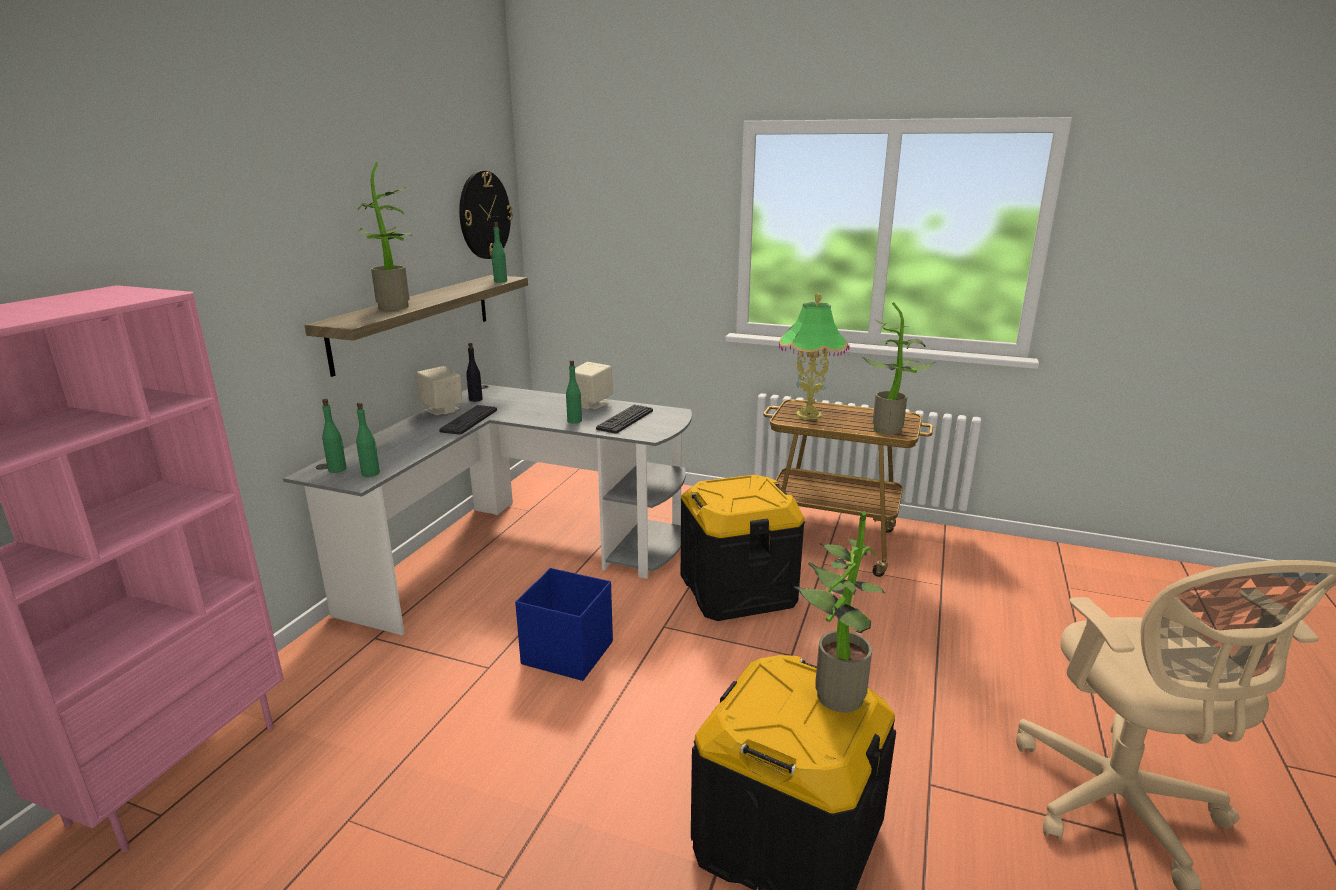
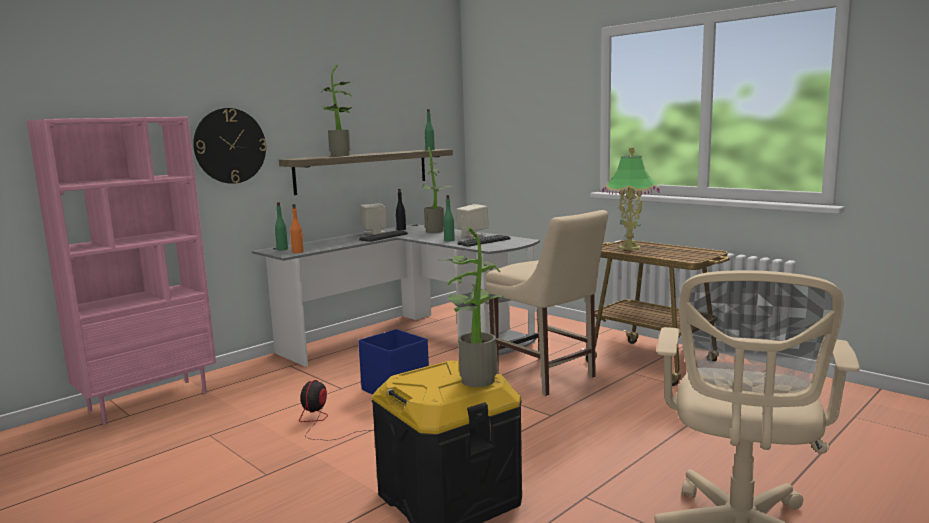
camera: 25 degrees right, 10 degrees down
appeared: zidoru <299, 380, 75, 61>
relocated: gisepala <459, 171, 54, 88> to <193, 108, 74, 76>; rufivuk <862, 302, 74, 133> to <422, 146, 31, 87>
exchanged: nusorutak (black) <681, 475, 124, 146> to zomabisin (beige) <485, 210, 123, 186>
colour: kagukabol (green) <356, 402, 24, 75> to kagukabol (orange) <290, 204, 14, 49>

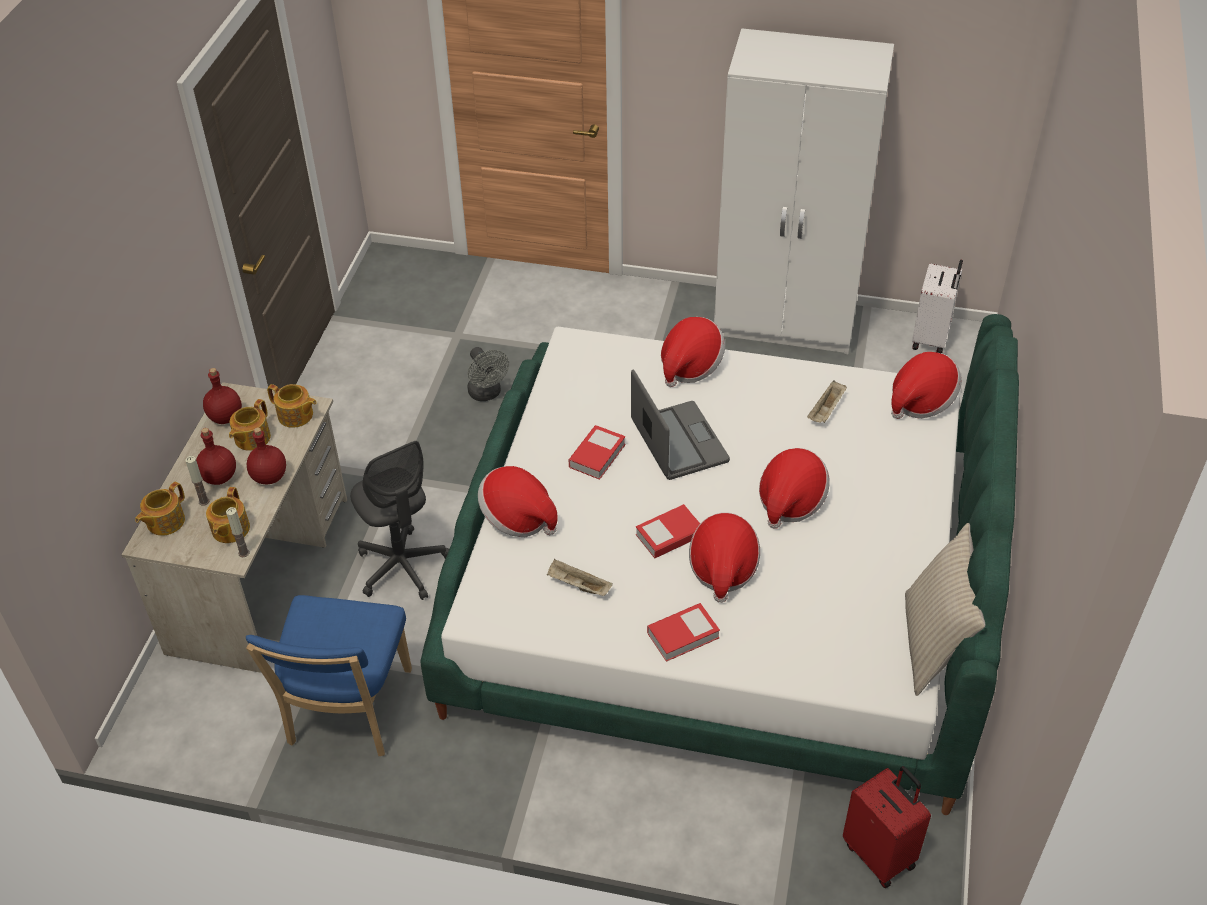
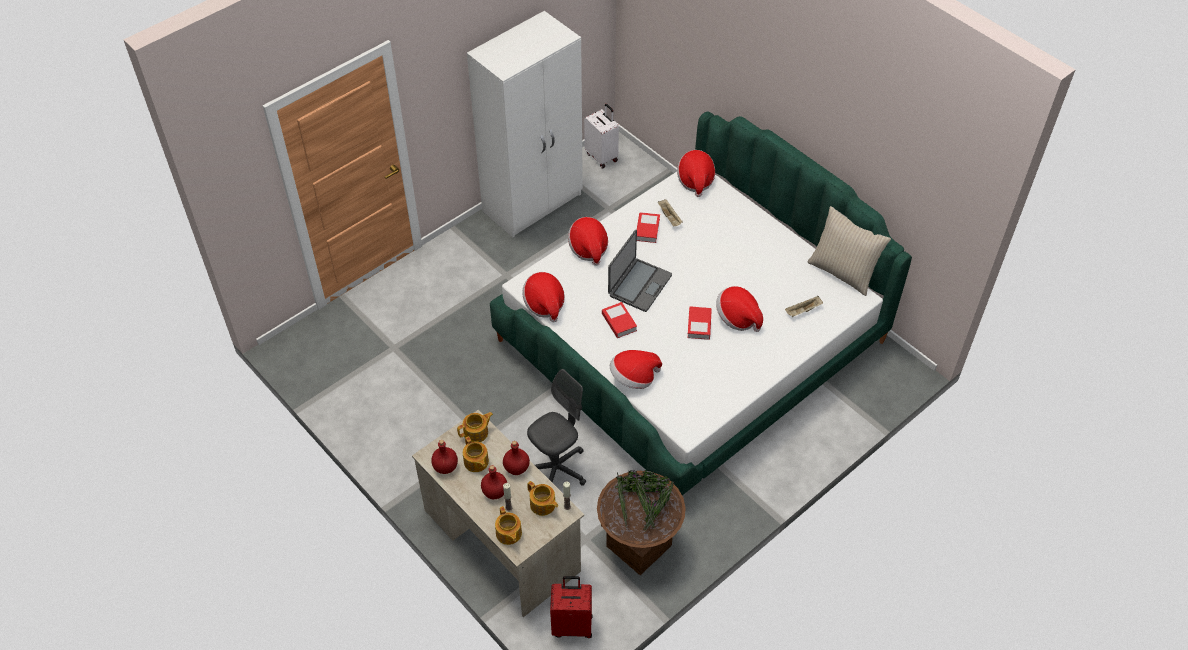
camera: 55 degrees left, 5 degrees up
missing: zidoru (grey) <467, 347, 42, 54>
relocated: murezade <759, 448, 71, 81> to <522, 272, 43, 50>; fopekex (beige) <547, 559, 66, 37> to <785, 296, 38, 21>; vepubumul <647, 603, 73, 59> to <637, 212, 23, 31>; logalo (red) <843, 766, 88, 122> to <550, 576, 43, 62>
exchanged: zomabisin (blue) <246, 595, 166, 161> to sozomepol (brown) <597, 470, 89, 105>
spun: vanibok <631, 369, 99, 111> = <608, 230, 64, 82> 105 degrees clockwise; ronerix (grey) <350, 441, 99, 159> = <527, 369, 59, 117> 45 degrees counterclockwise

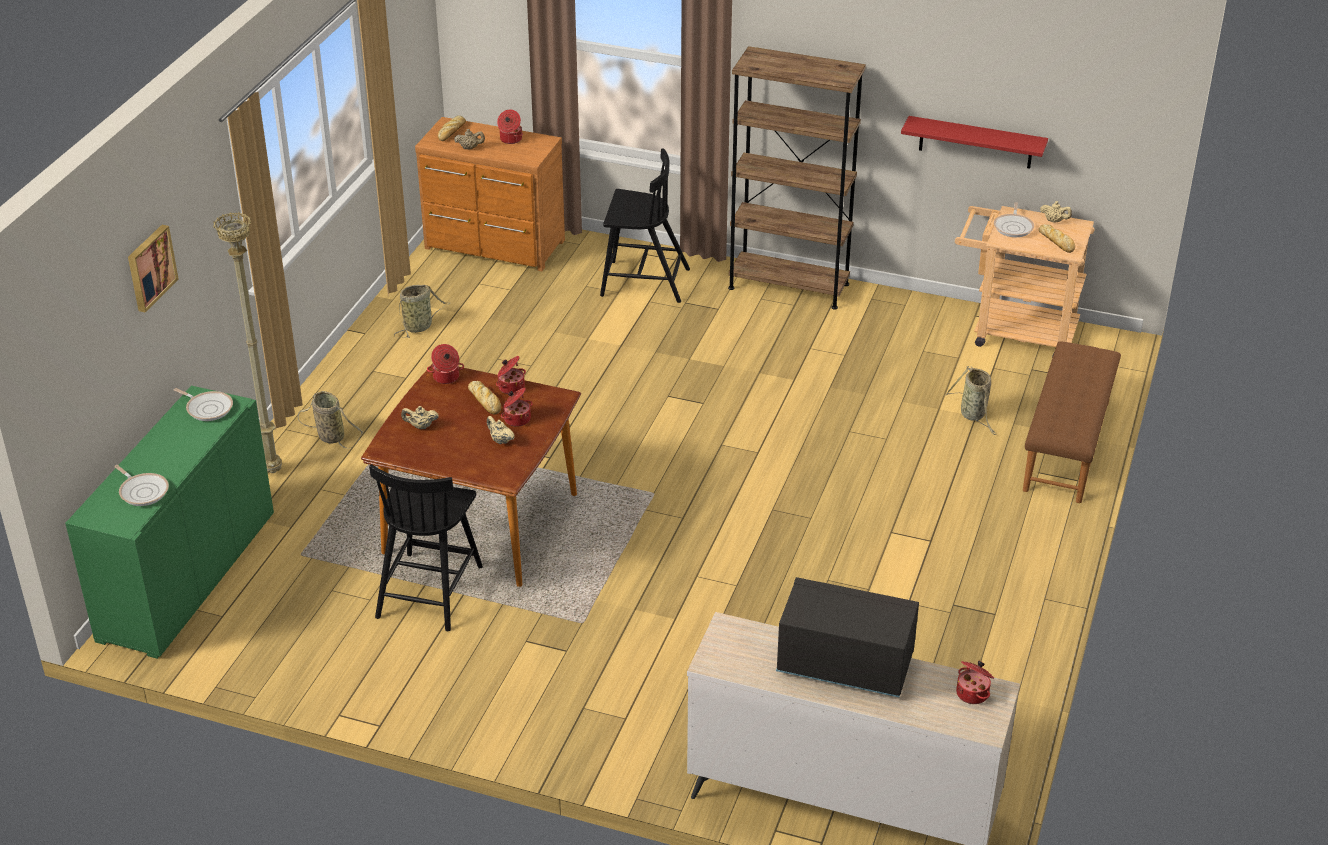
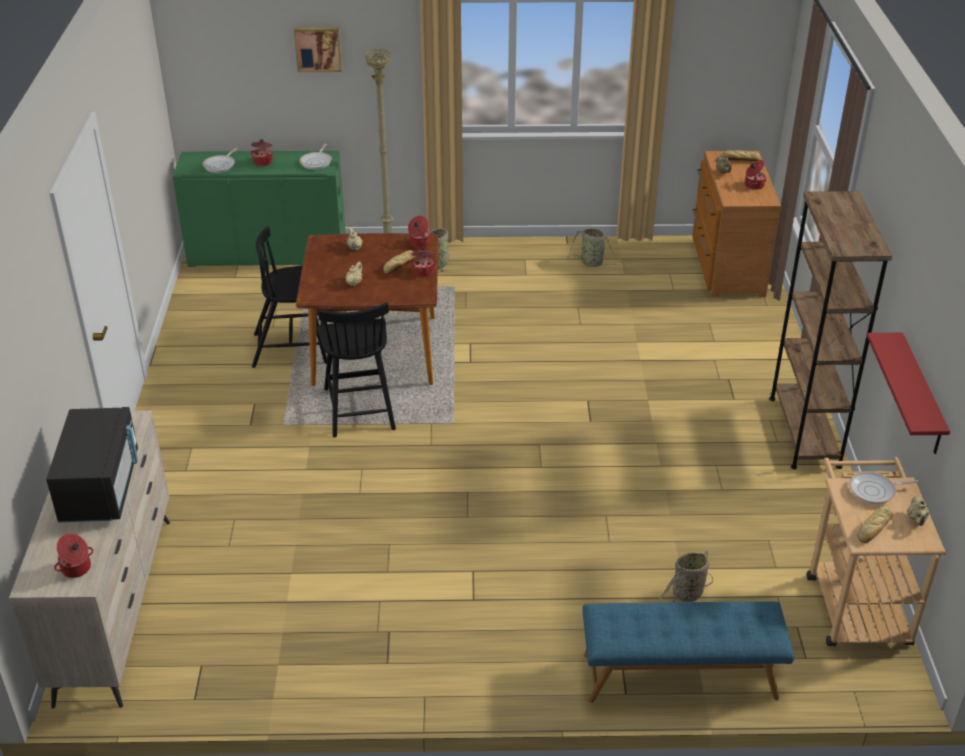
camera: 70 degrees right, 0 degrees up
relocated: zomabisin (black) <600, 149, 90, 154> to <317, 302, 79, 136>; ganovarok <501, 387, 32, 40> to <250, 139, 24, 27>
colour: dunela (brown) <1023, 341, 98, 162> to dunela (blue) <582, 601, 212, 102>

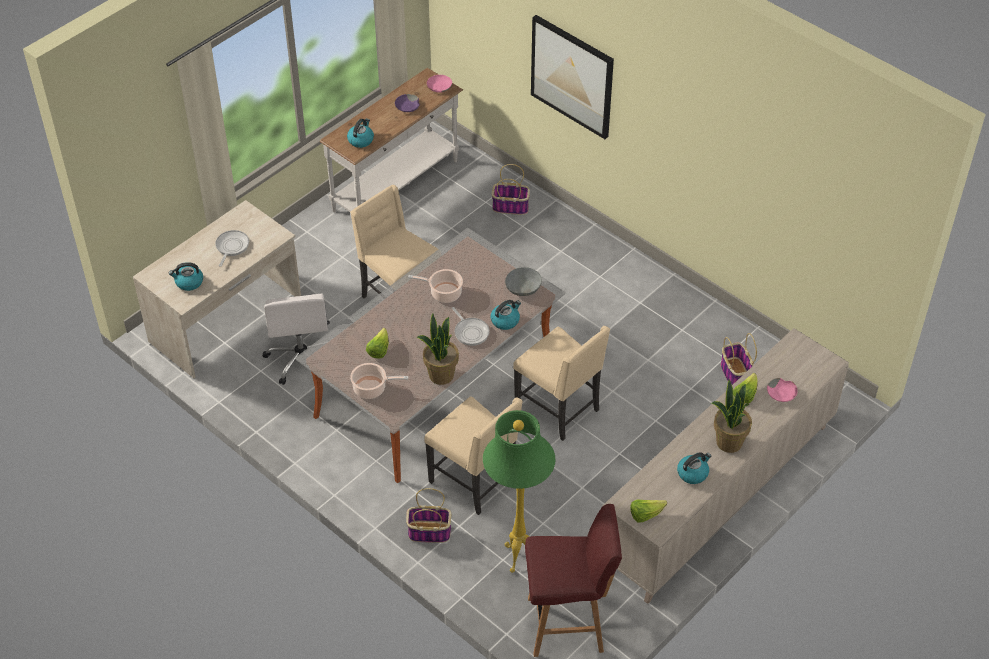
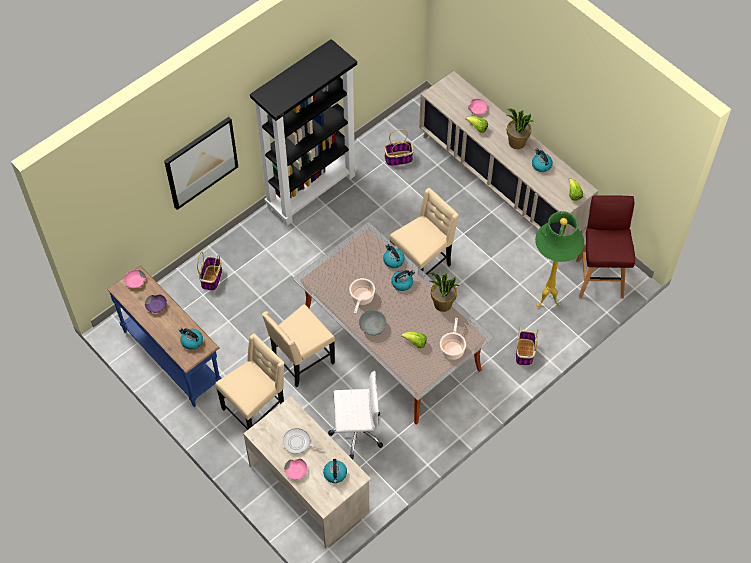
camera: 85 degrees left, 10 degrees up
appeared: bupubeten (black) <250, 39, 107, 187>; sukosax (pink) <284, 458, 24, 22>
relocated: sukosax (grey) <505, 267, 37, 29> to <359, 310, 27, 25>; zomabisin (beige) <425, 396, 98, 119> to <215, 333, 69, 97>
exchanged: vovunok <452, 307, 38, 39> to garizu <391, 270, 24, 21>
colour: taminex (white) <320, 68, 143, 144> to taminex (blue) <107, 265, 114, 142>

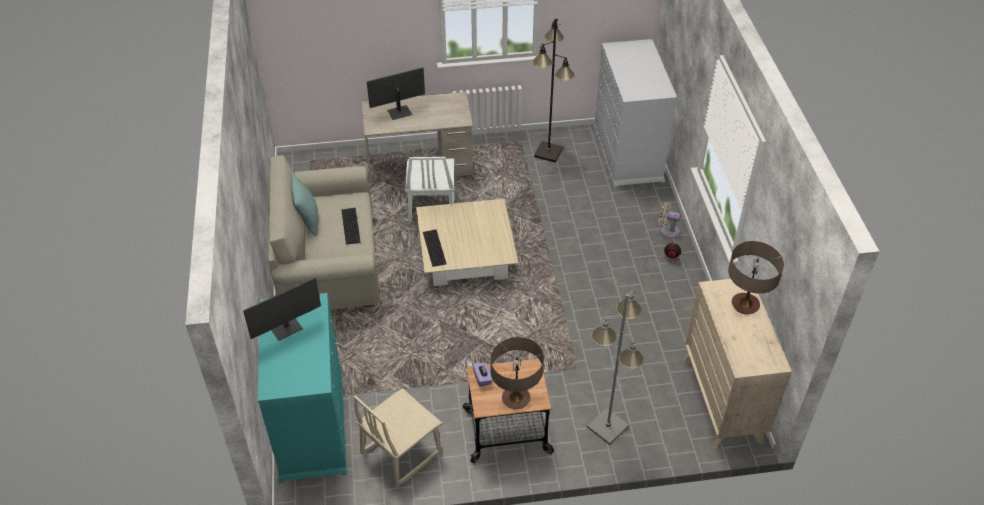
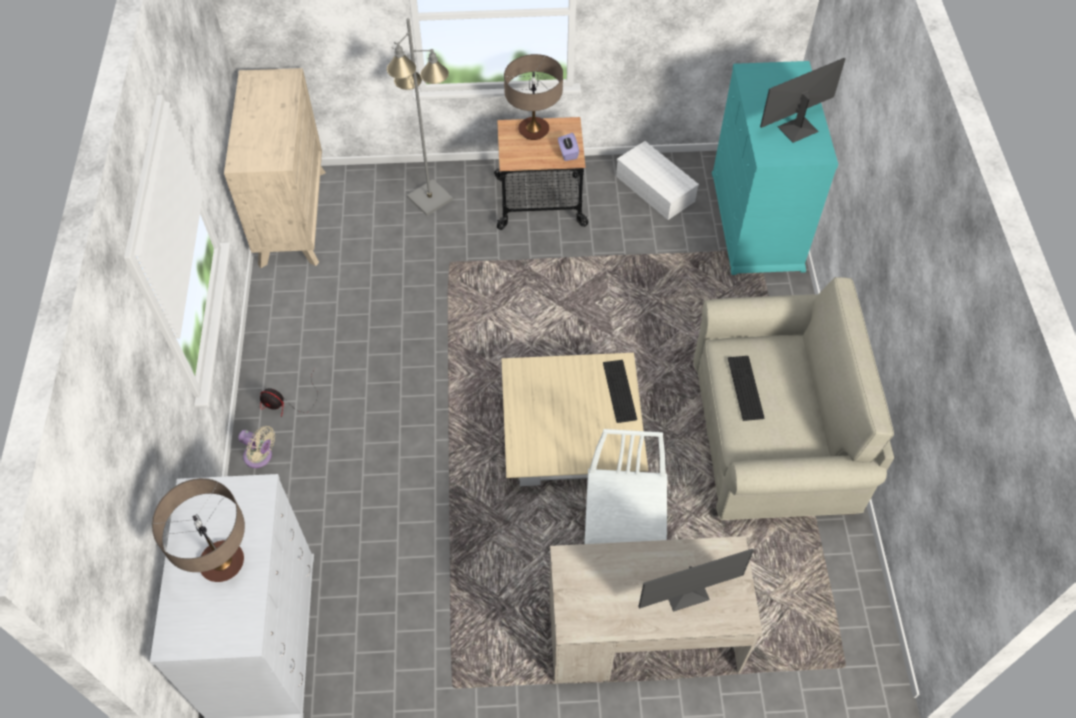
camera: 175 degrees left, 10 degrees up
missing: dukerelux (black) <533, 19, 41, 144>; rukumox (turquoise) <291, 172, 28, 65>
relocated: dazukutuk <728, 241, 56, 74> to <152, 478, 93, 104>
exchanged: zomabisin (beige) <354, 388, 88, 99> to nusorutak (white) <616, 141, 83, 79>

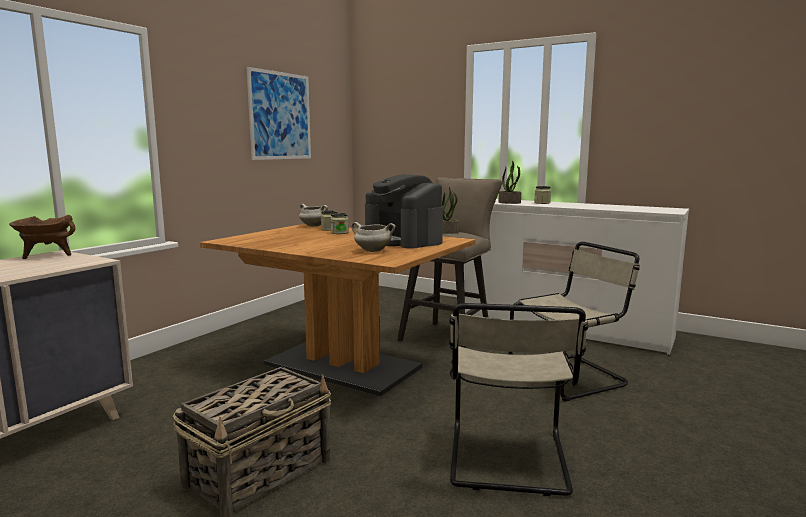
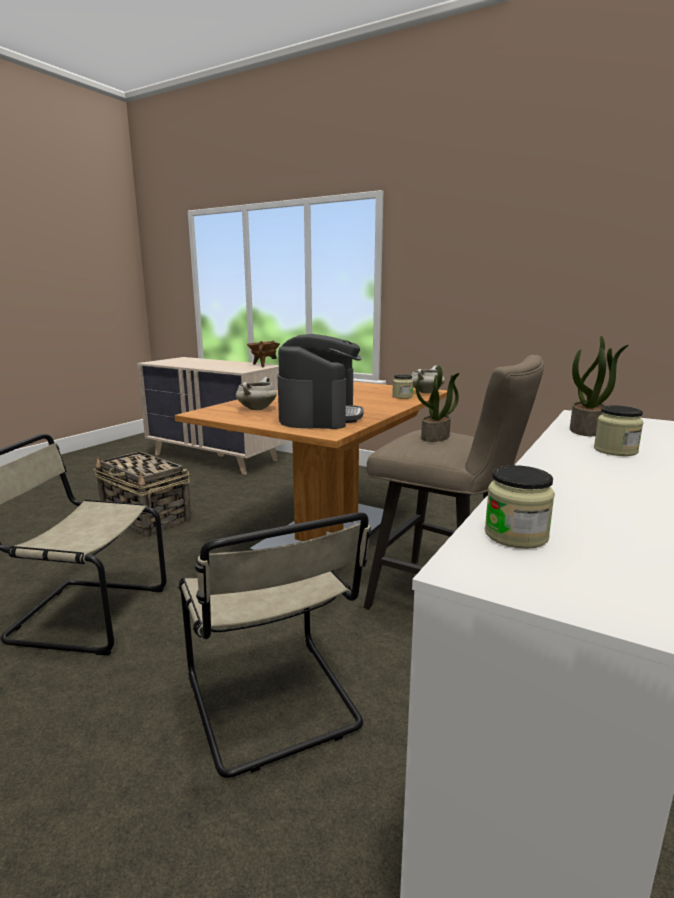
camera: 90 degrees right, 5 degrees up
missing: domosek <247, 67, 64, 93>
relocated: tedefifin <330, 213, 19, 21> to <485, 465, 70, 84>
spun: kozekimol <365, 174, 78, 74> = <278, 334, 85, 95> 135 degrees clockwise

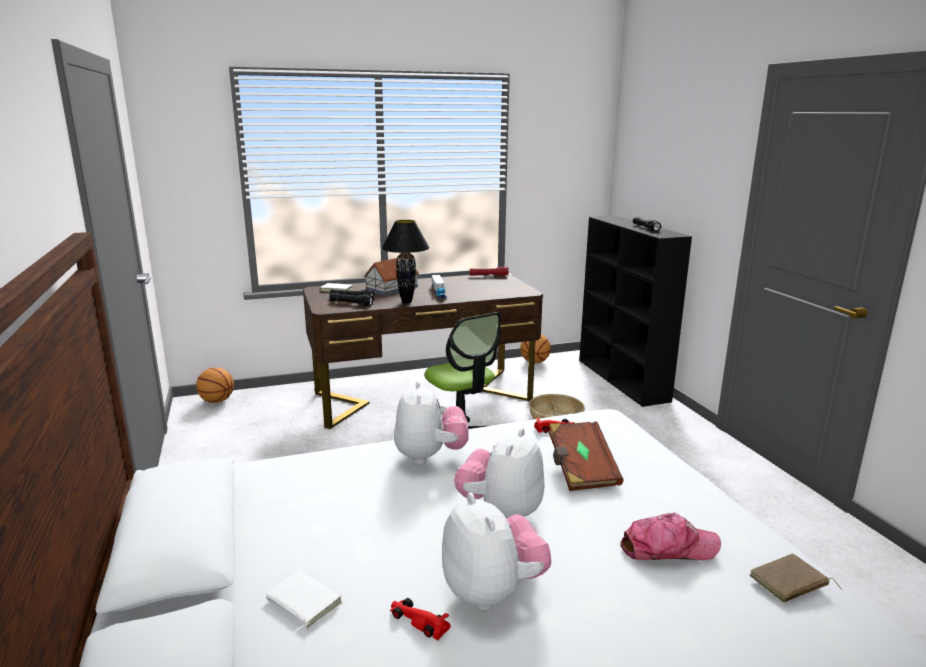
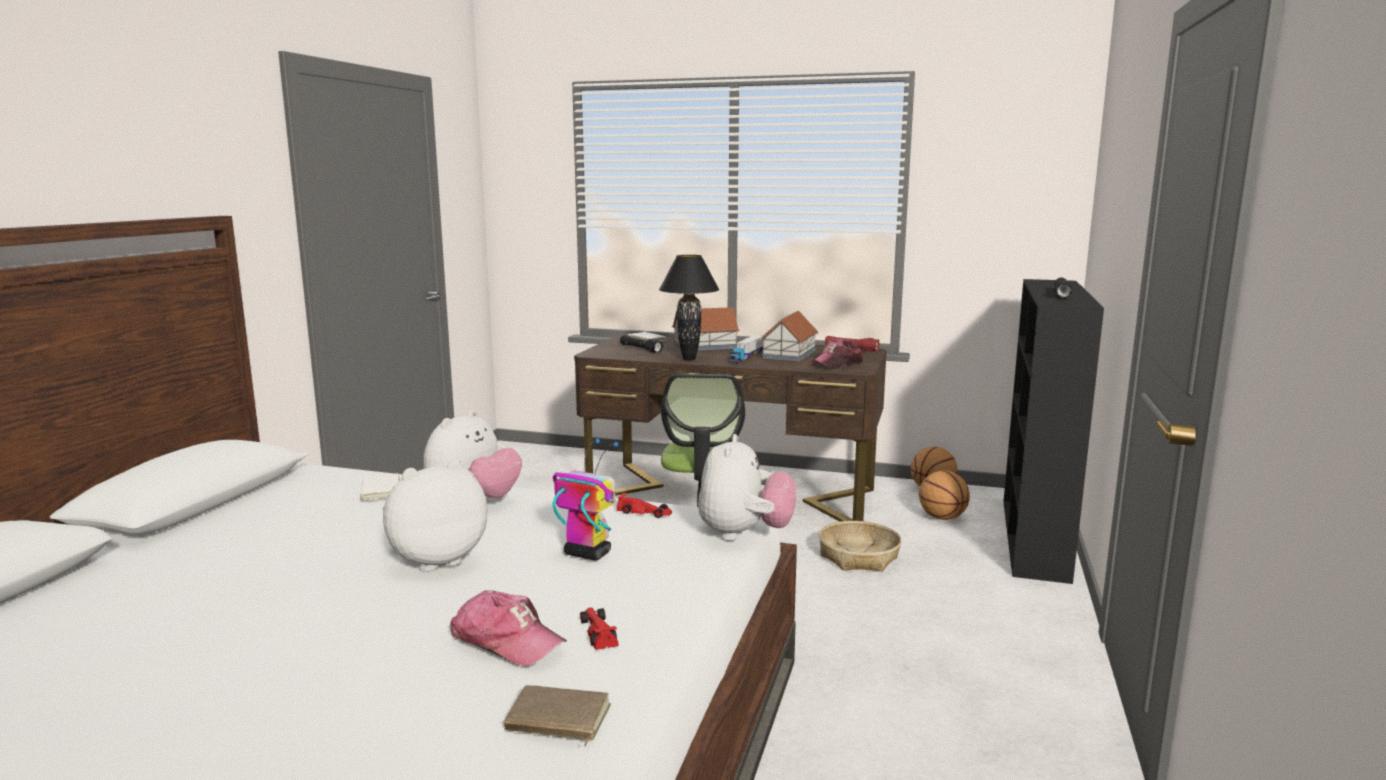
camera: 35 degrees right, 5 degrees down
missing: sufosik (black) <329, 293, 45, 13>
appeared: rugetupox <760, 311, 58, 50>; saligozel <811, 338, 52, 31>
relocated: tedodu <196, 368, 38, 35> to <919, 470, 51, 50>; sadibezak <442, 493, 109, 117> to <698, 434, 98, 107>; vepubumul (white) <265, 570, 77, 63> to <348, 473, 52, 28>; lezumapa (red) <390, 598, 61, 42> to <580, 608, 39, 42>
exchanged: vepubumul (brown) <549, 421, 74, 70> to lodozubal <553, 439, 65, 122>

